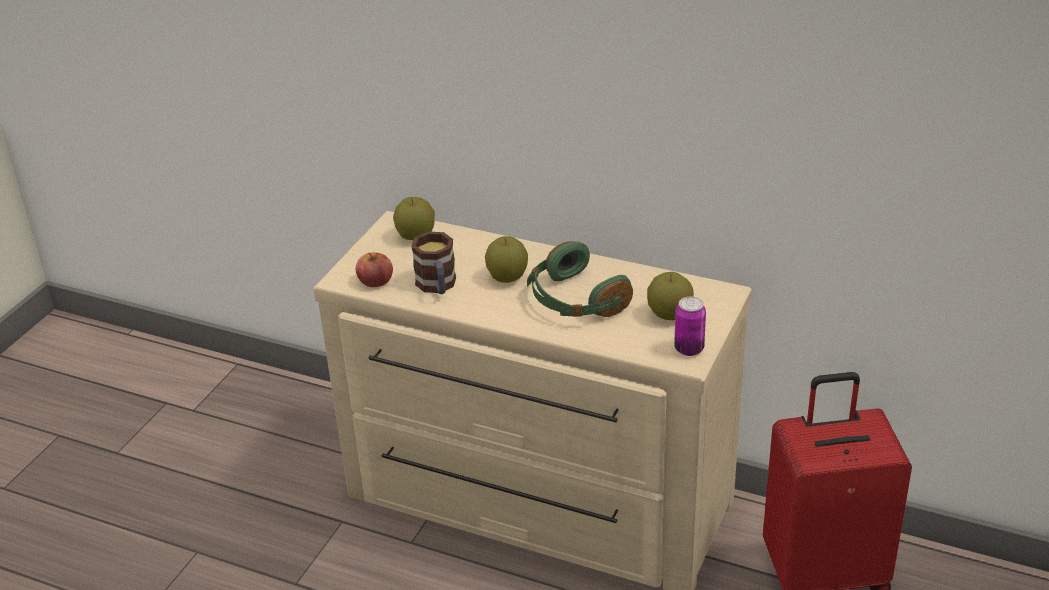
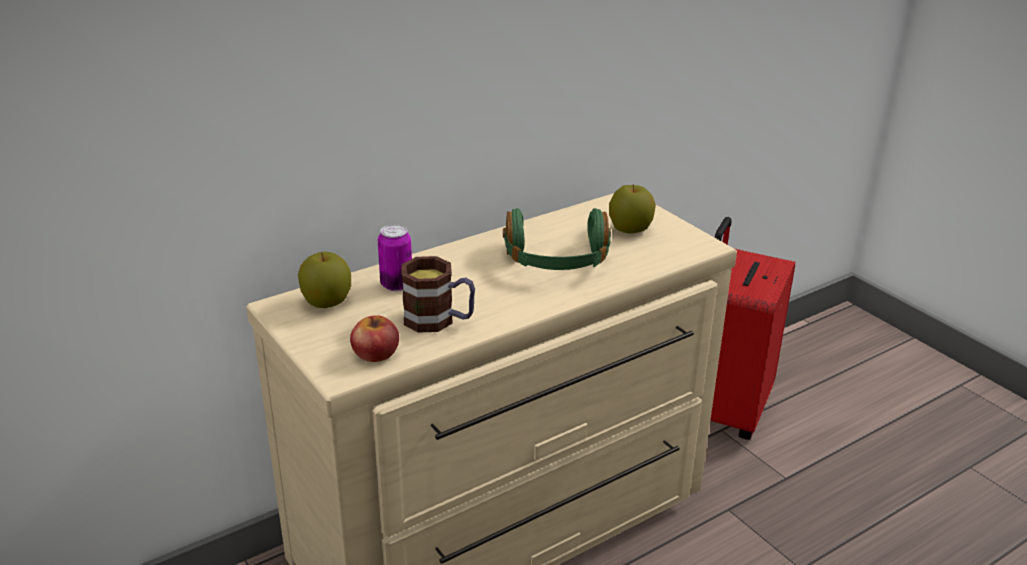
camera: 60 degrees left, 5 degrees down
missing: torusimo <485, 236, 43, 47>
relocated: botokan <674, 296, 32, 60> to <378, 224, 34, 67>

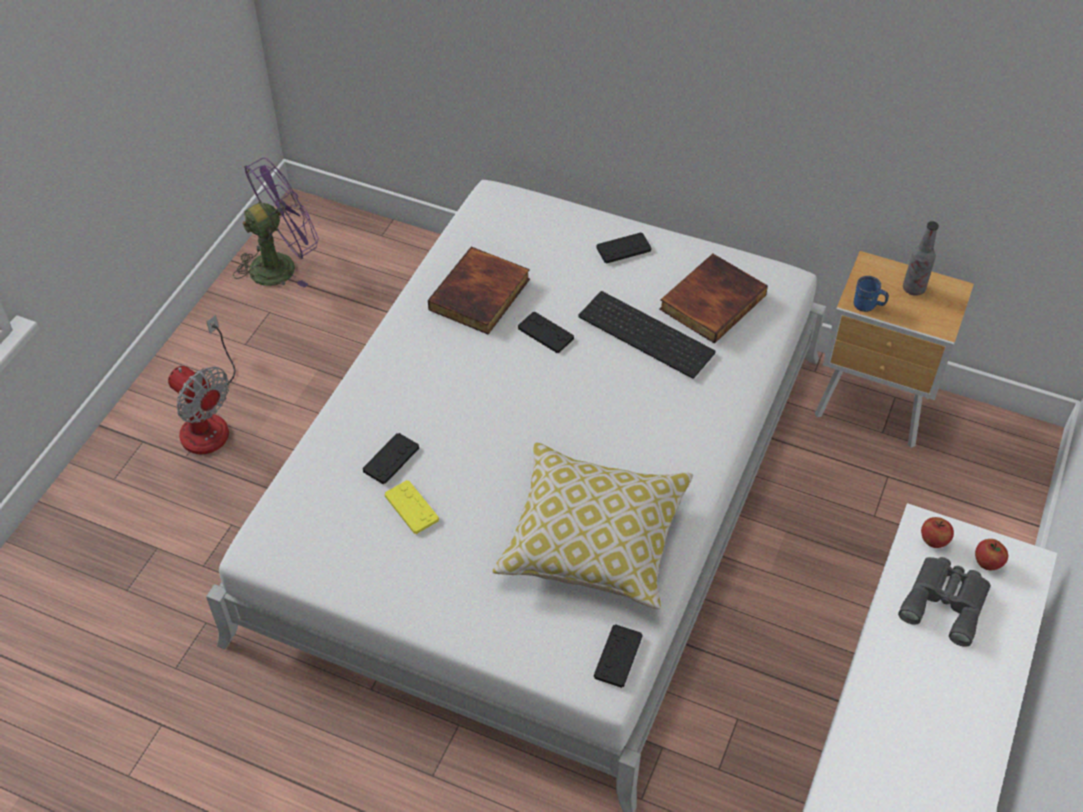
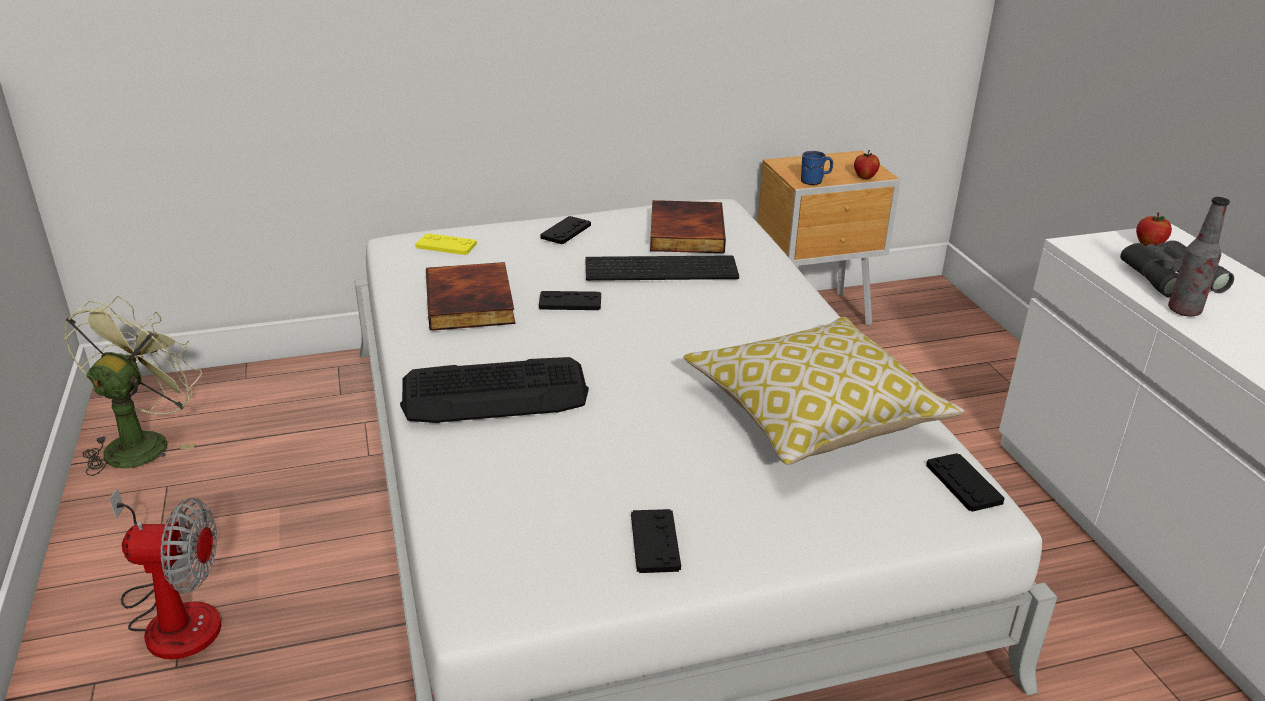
camera: 40 degrees left, 20 degrees down
appeared: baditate <400, 357, 189, 66>
relocated: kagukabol <903, 221, 36, 75> to <1168, 197, 62, 119>; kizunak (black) <363, 433, 56, 51> to <631, 509, 50, 64>; kizunak (yellow) <385, 480, 54, 54> to <415, 233, 62, 22>; torusimo <921, 517, 33, 31> to <854, 150, 26, 29>
colour: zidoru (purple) <233, 157, 86, 131> to zidoru (green) <64, 296, 138, 180>

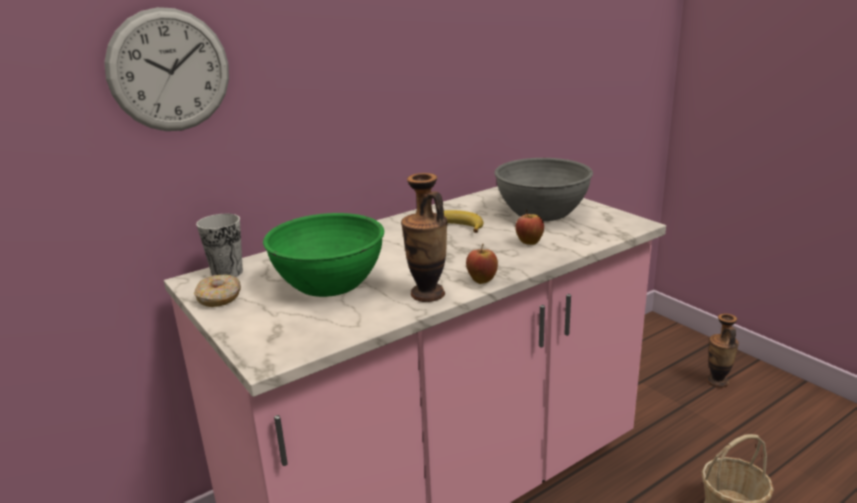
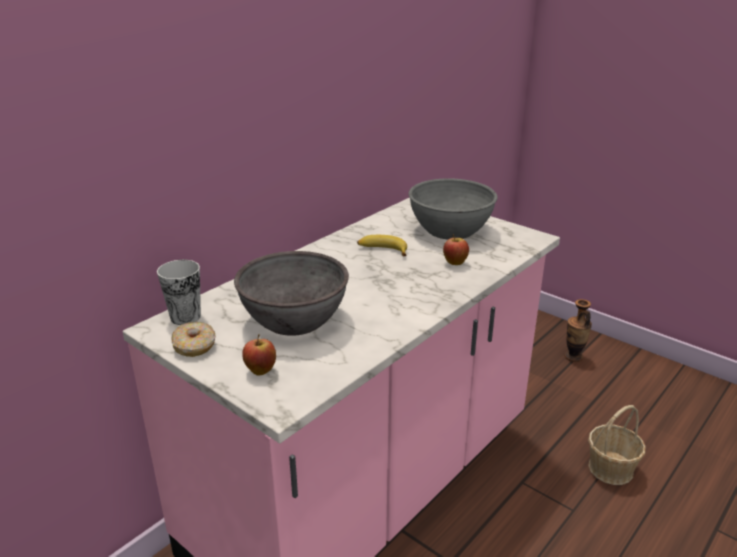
camera: 15 degrees left, 5 degrees up
missing: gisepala <104, 7, 125, 124>; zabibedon <401, 173, 47, 129>
relocated: torusimo <466, 244, 32, 40> to <242, 335, 34, 41>
colour: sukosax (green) <263, 213, 121, 84> to sukosax (grey) <234, 251, 115, 85>

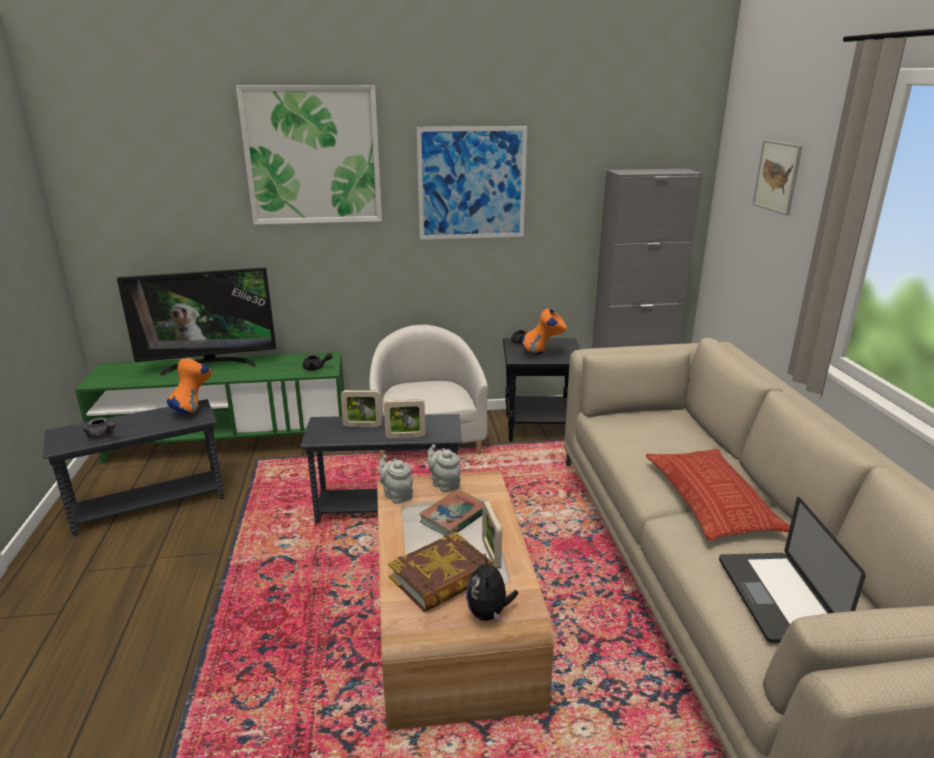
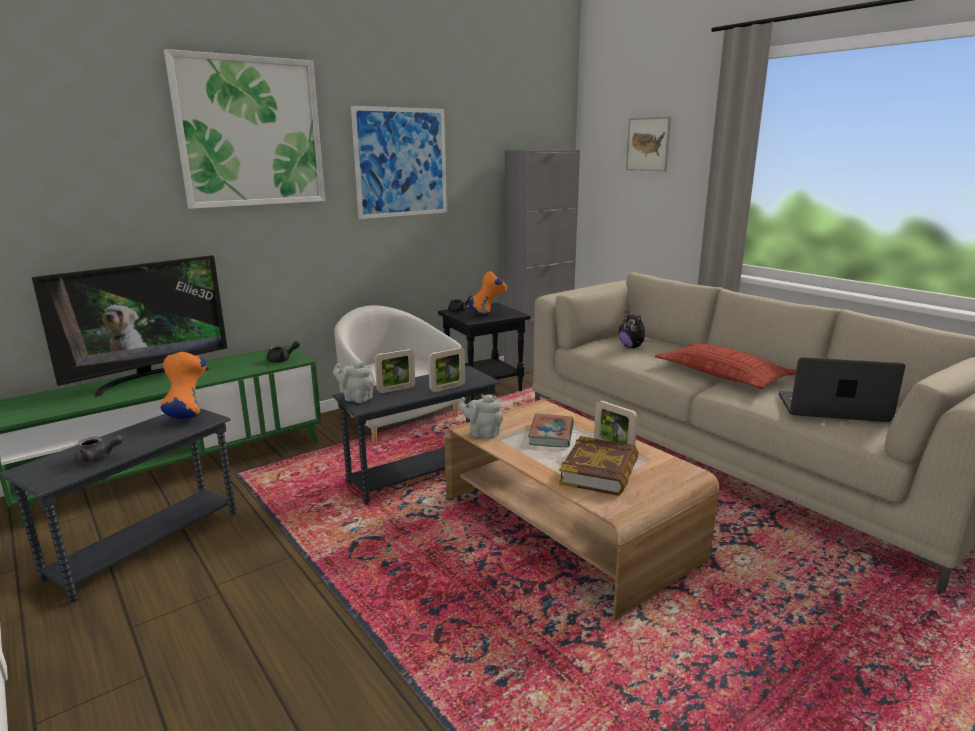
camera: 30 degrees left, 5 degrees down
relocated: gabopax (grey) <427, 444, 34, 48> to <333, 361, 40, 42>; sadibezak <466, 553, 52, 69> to <619, 310, 31, 38>
spun: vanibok <719, 497, 147, 146> = <779, 357, 126, 65> 135 degrees clockwise

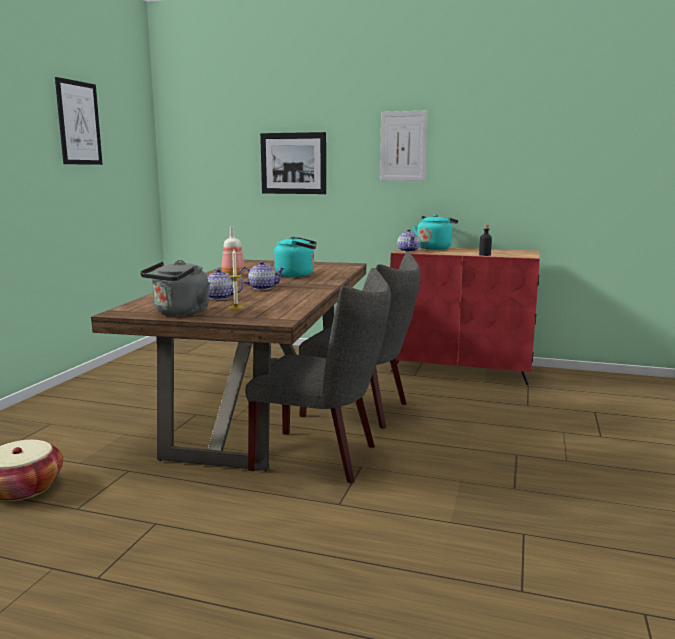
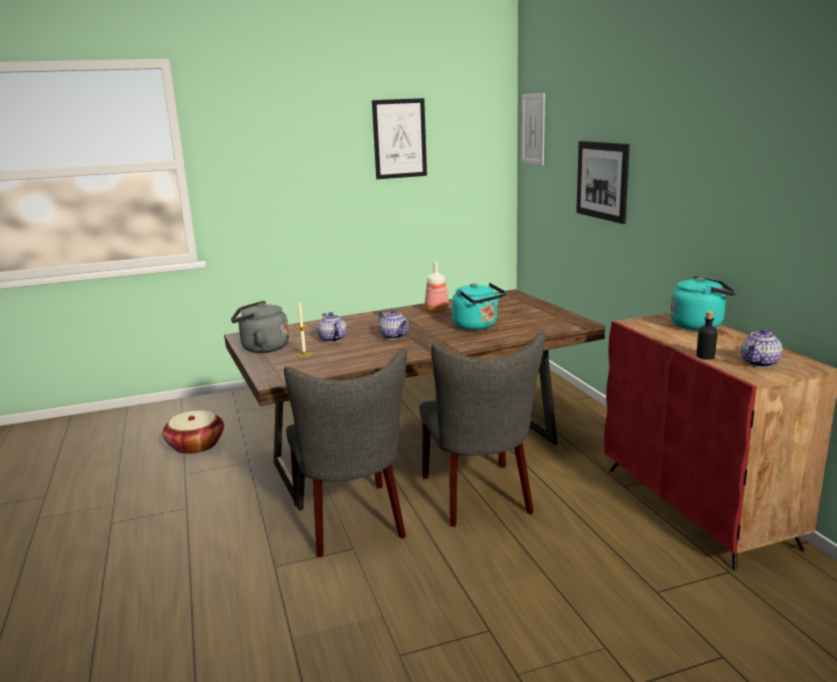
camera: 55 degrees right, 5 degrees up
relocated: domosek <380, 110, 47, 71> to <521, 93, 24, 73>; gabopax <397, 229, 23, 23> to <741, 329, 41, 39>

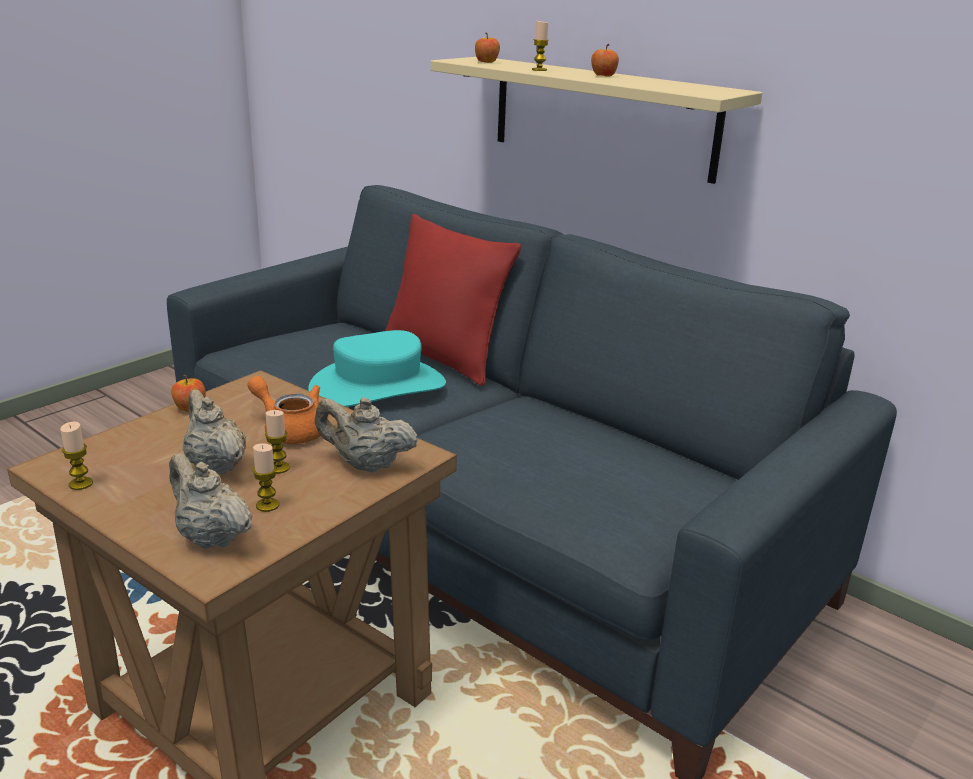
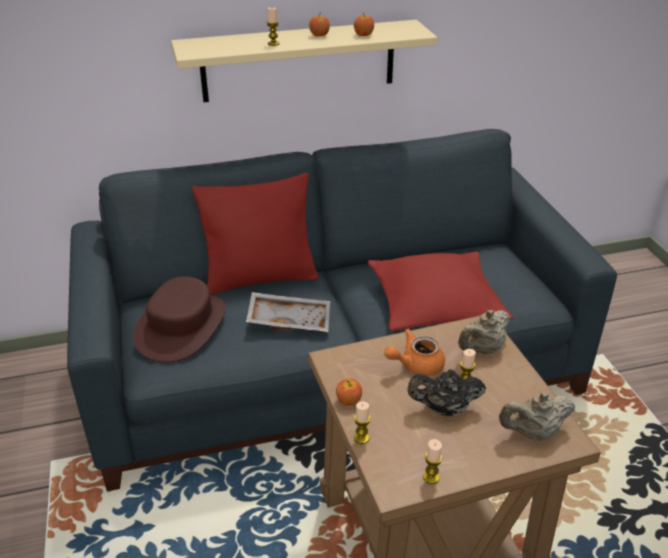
camera: 55 degrees left, 10 degrees up
appeared: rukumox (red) <368, 251, 145, 80>; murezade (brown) <134, 276, 92, 87>
relocated: torusimo <475, 32, 25, 31> to <354, 13, 20, 23>; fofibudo <253, 443, 26, 69> to <354, 402, 16, 42>
exchanged: murezade (turquoise) <308, 330, 138, 77> to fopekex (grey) <246, 292, 84, 40>
colour: gabopax (beige) <183, 389, 63, 86> to gabopax (black) <407, 369, 79, 48>

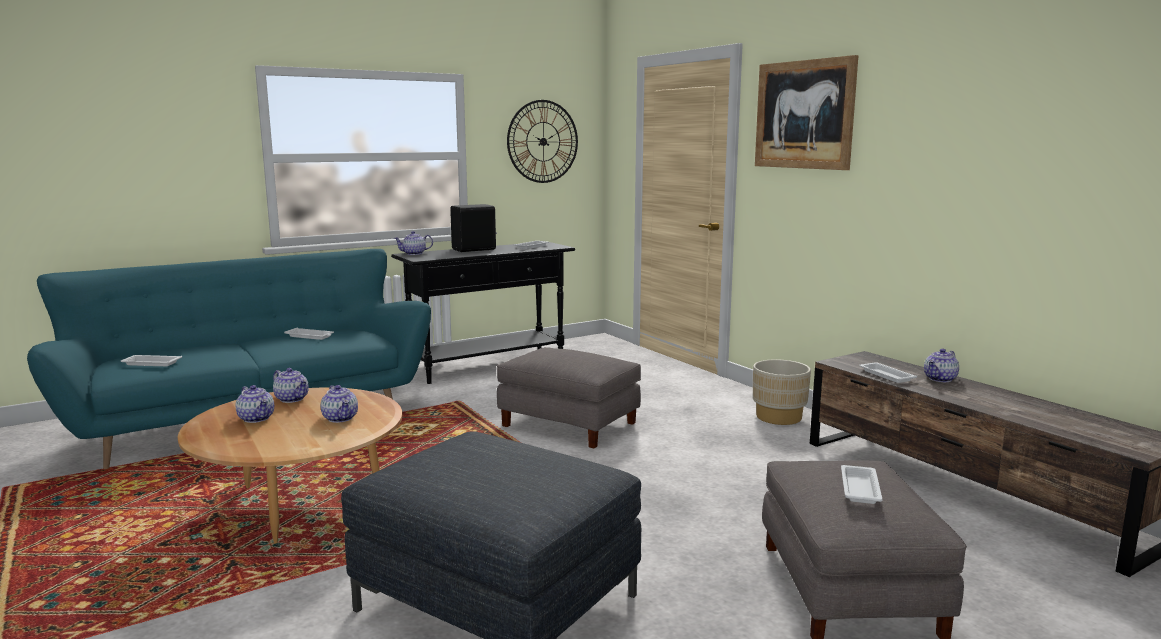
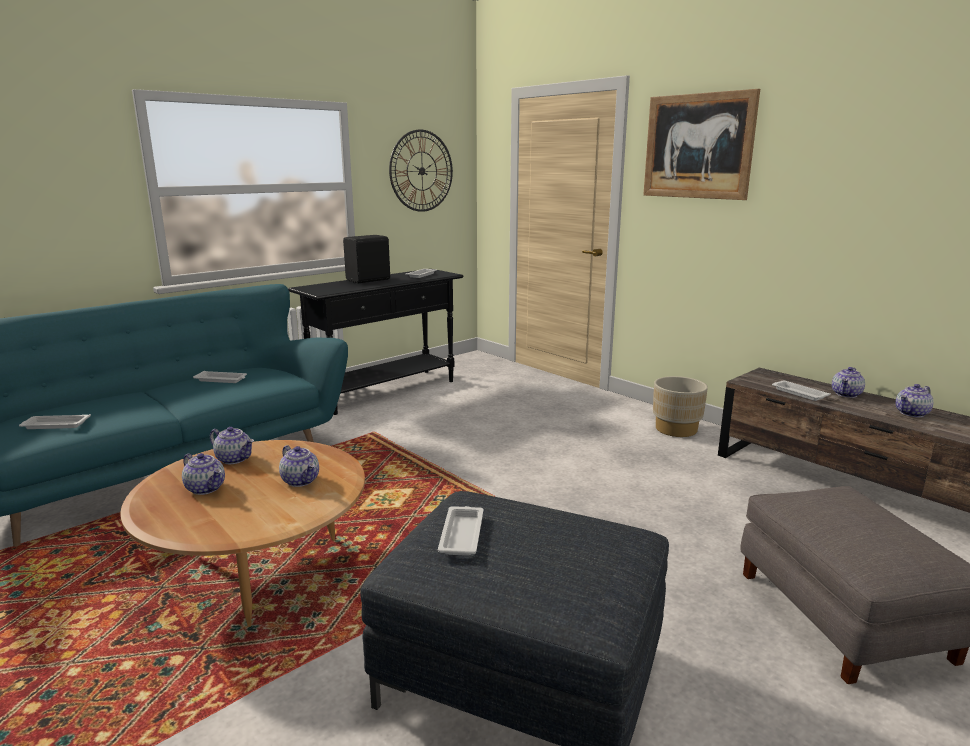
camera: 10 degrees left, 5 degrees up
missing: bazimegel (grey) <497, 347, 144, 101>
relocated: gabopax <394, 231, 39, 24> to <895, 384, 39, 33>; fopekex (white) <841, 465, 42, 39> to <438, 506, 46, 50>

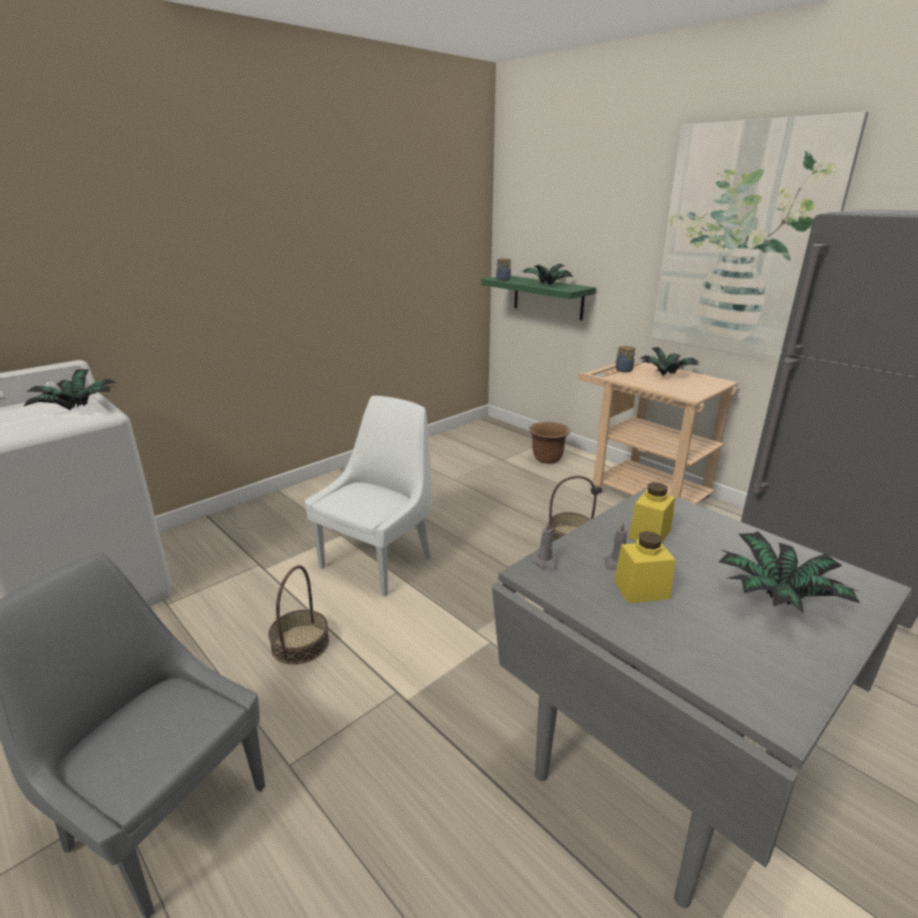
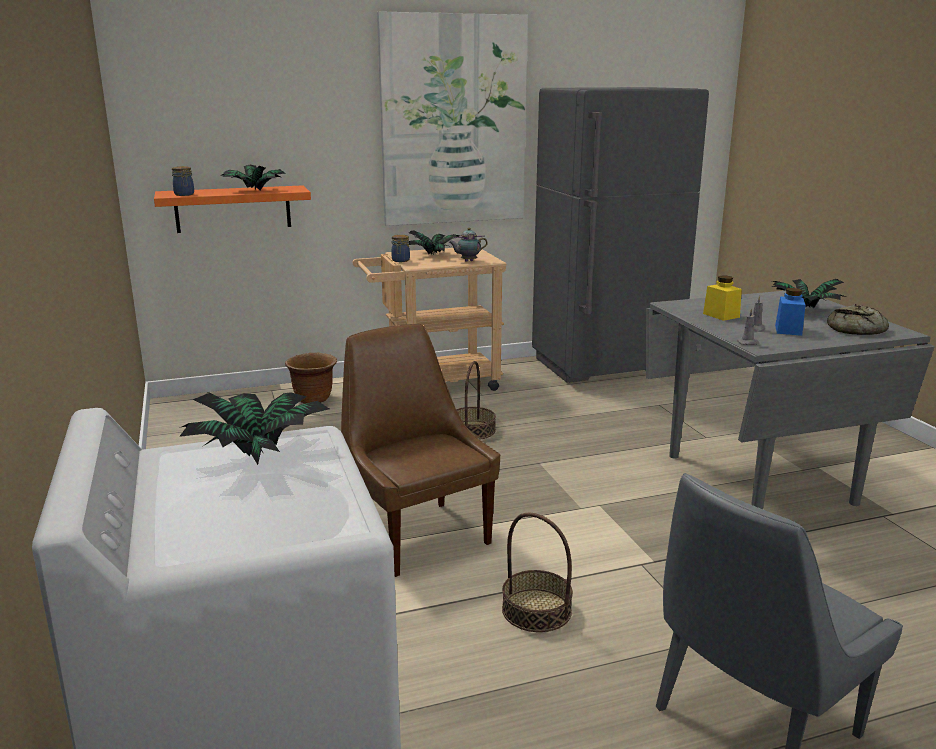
camera: 65 degrees left, 5 degrees down
appeared: gabopax <449, 228, 39, 34>; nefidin <827, 304, 62, 31>
colour: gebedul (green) <481, 276, 115, 44> to gebedul (orange) <154, 185, 157, 48>; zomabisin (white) <304, 396, 128, 200> to zomabisin (brown) <341, 324, 159, 253>; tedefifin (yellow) <614, 531, 61, 72> to tedefifin (blue) <775, 288, 30, 48>

